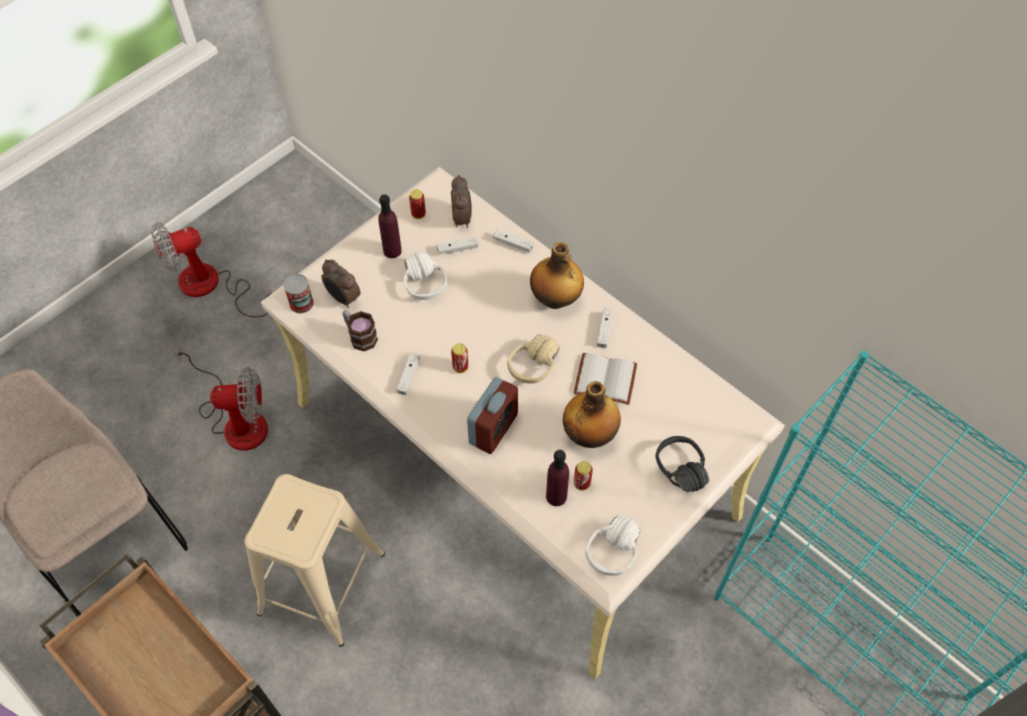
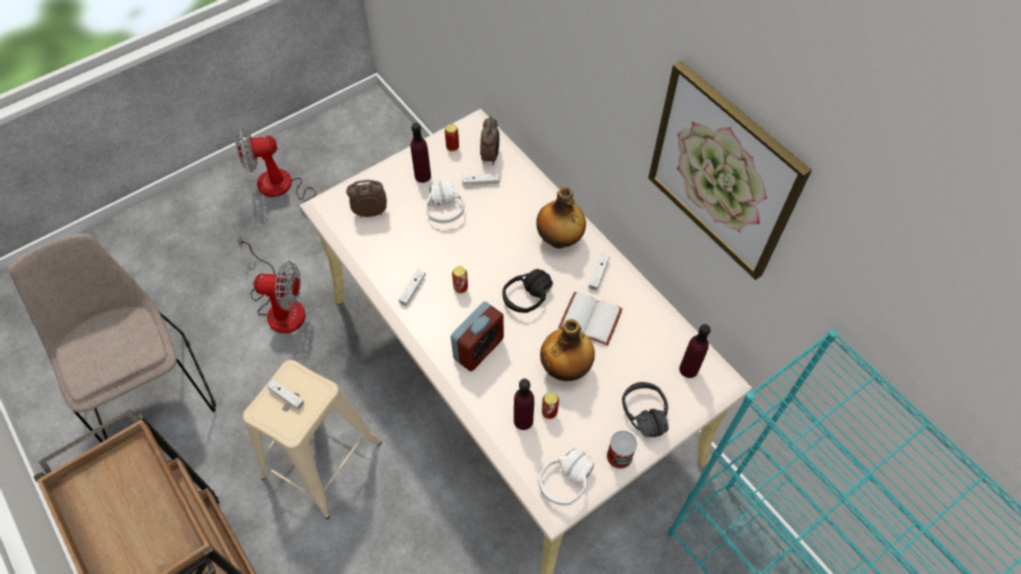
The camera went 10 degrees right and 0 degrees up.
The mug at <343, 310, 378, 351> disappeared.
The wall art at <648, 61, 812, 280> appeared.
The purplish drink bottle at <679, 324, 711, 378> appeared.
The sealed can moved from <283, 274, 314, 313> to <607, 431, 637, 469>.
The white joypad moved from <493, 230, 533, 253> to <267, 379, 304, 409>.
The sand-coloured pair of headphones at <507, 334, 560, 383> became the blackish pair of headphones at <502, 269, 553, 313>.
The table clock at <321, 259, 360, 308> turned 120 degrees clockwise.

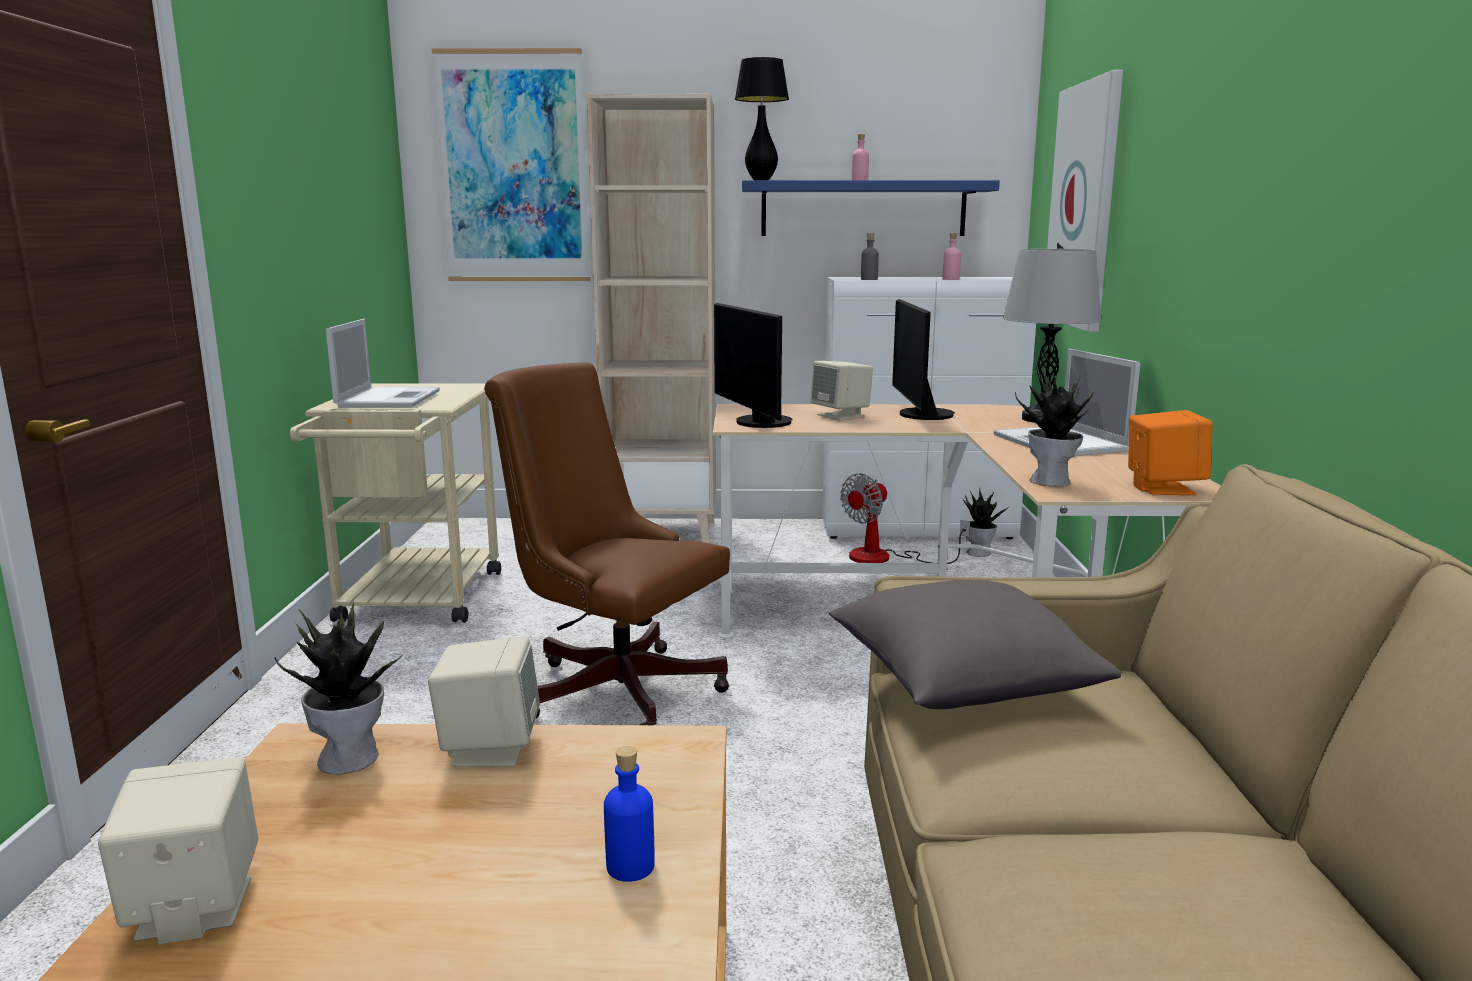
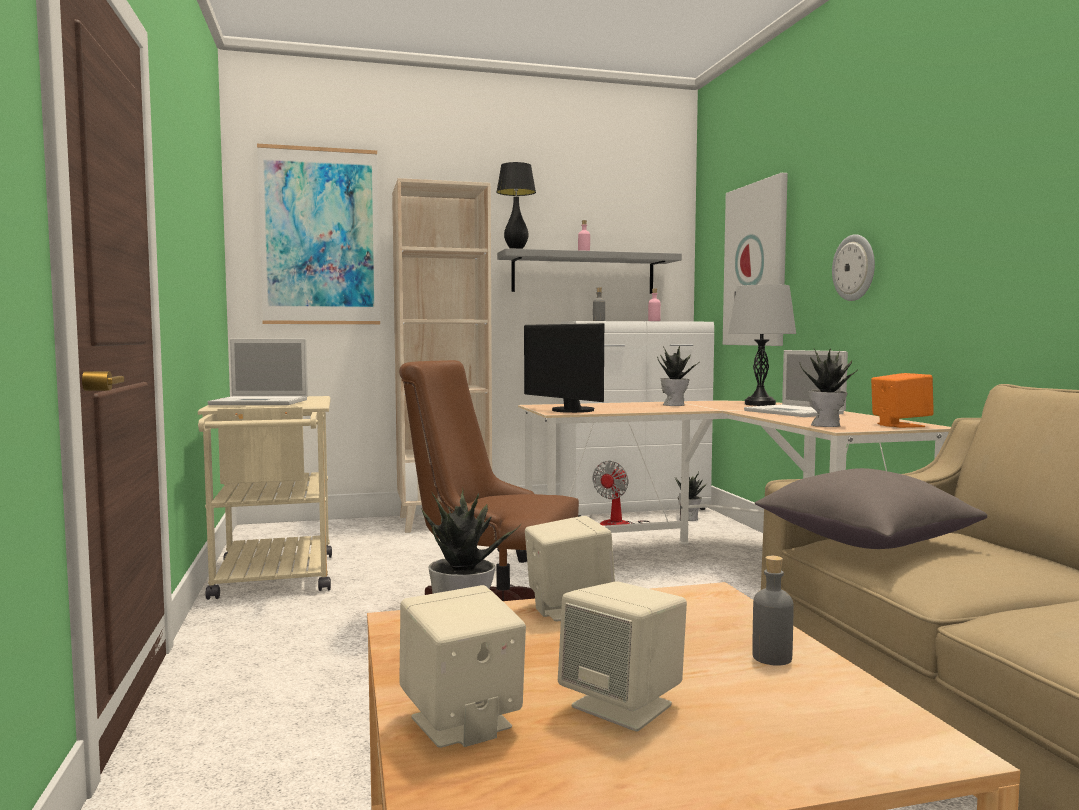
The camera went 15 degrees left and 10 degrees down.
The clock on the wall at <832, 234, 875, 301> appeared.
The sand-coloured loudspeaker moved from <810, 361, 873, 420> to <558, 581, 687, 732>.
The computer screen at <892, 299, 955, 420> was replaced by the houseplant at <657, 346, 698, 406>.
The blue drink bottle at <604, 746, 655, 882> became the grey drink bottle at <752, 556, 793, 666>.
The blue shelf at <742, 180, 1000, 236> became the grey shelf at <497, 248, 682, 294>.
The portable computer at <326, 319, 440, 408> turned 105 degrees clockwise.

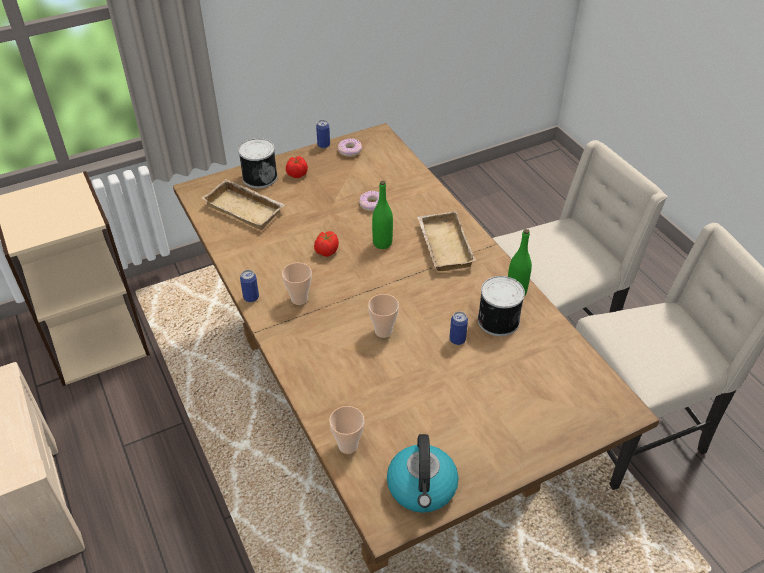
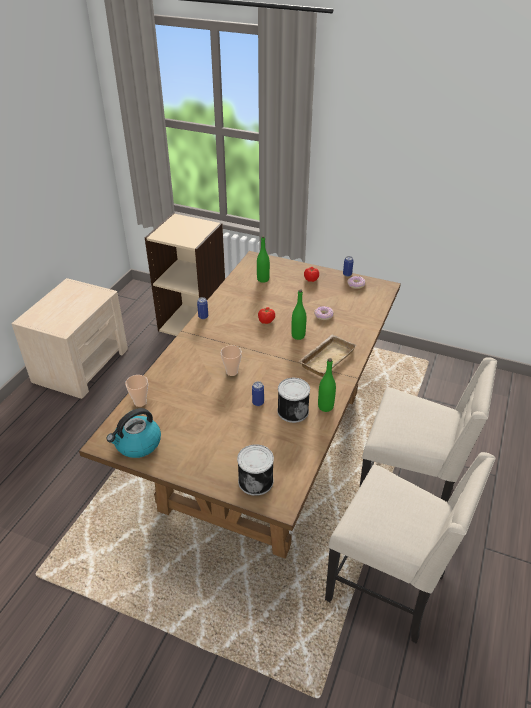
The camera went 50 degrees right and 5 degrees down.
The drinking cup at <282, 263, 312, 305> disappeared.
The sealed can moved from <238, 138, 278, 188> to <237, 444, 274, 496>.
The sand-coloured serving tray at <202, 179, 285, 230> was replaced by the green-coloured drink bottle at <257, 236, 270, 283>.

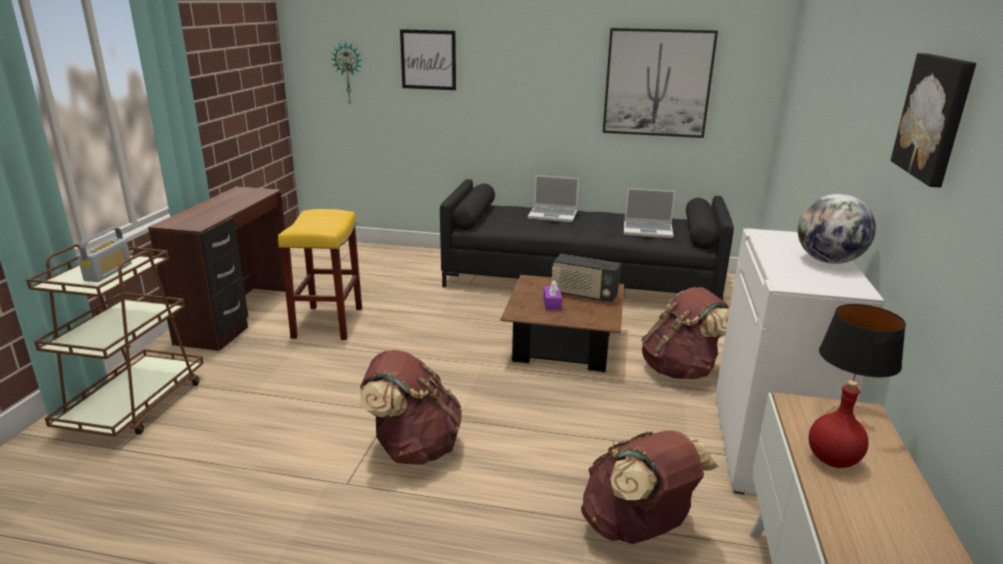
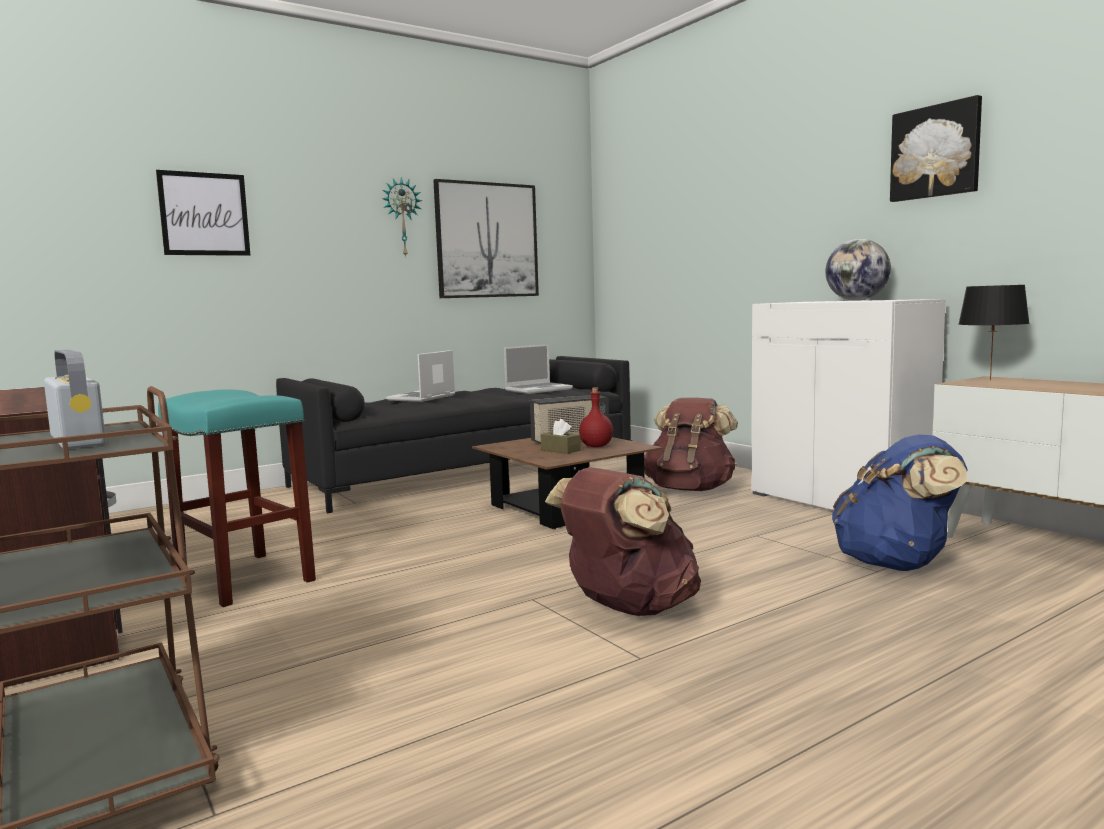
The camera went 45 degrees left and 15 degrees down.
The clock on the wall moved from <331, 41, 362, 104> to <382, 177, 422, 258>.
The red-coloured drink bottle moved from <808, 380, 869, 468> to <579, 387, 613, 447>.
The yellowish stool seat at <278, 209, 362, 340> became the blue-green stool seat at <158, 390, 316, 607>.
The purplish tissue box at <543, 280, 562, 310> became the brownish tissue box at <540, 419, 581, 454>.
The brownish rucksack at <581, 430, 718, 544> became the blue rucksack at <832, 435, 968, 571>.
The portable computer at <528, 175, 579, 222> turned 150 degrees clockwise.

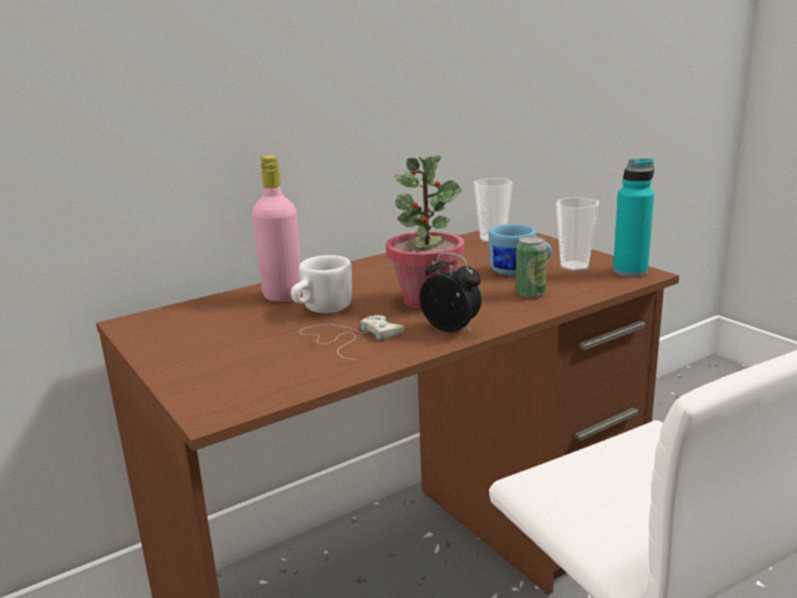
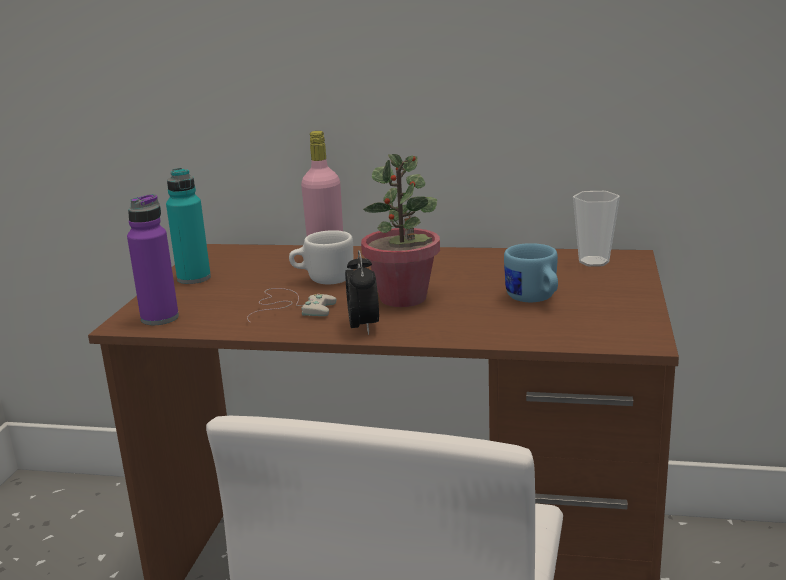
The camera went 45 degrees right and 0 degrees up.
The sealed can at <516, 236, 547, 298> disappeared.
The drinking cup at <556, 197, 599, 271> disappeared.
The purplish drink bottle at <127, 194, 179, 325> appeared.
The blue-green drink bottle moved from <613, 158, 654, 277> to <166, 168, 211, 284>.

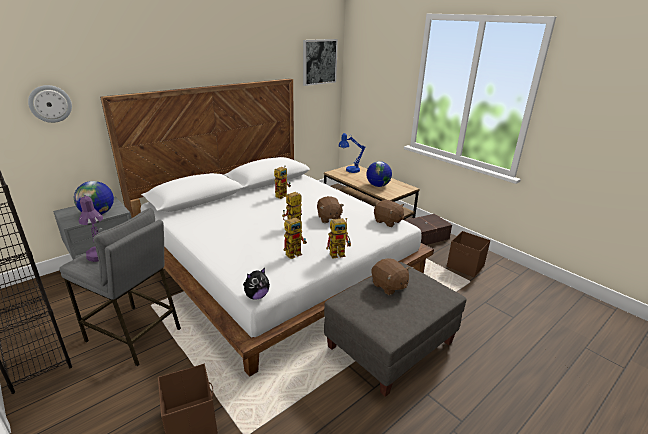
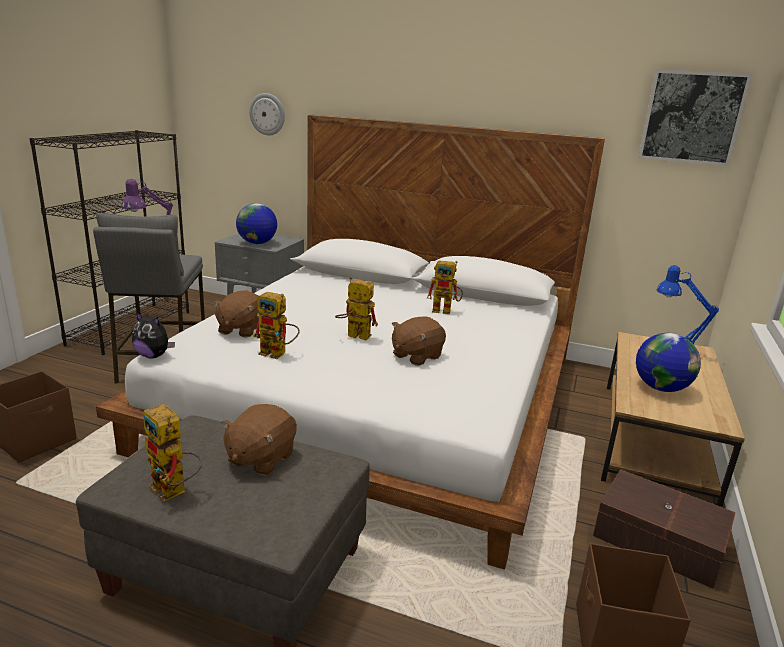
The camera went 60 degrees right and 5 degrees down.
The model robot moved from <326, 218, 351, 259> to <143, 404, 202, 502>.
The brownish soft toy moved from <374, 200, 404, 227> to <213, 290, 259, 338>.

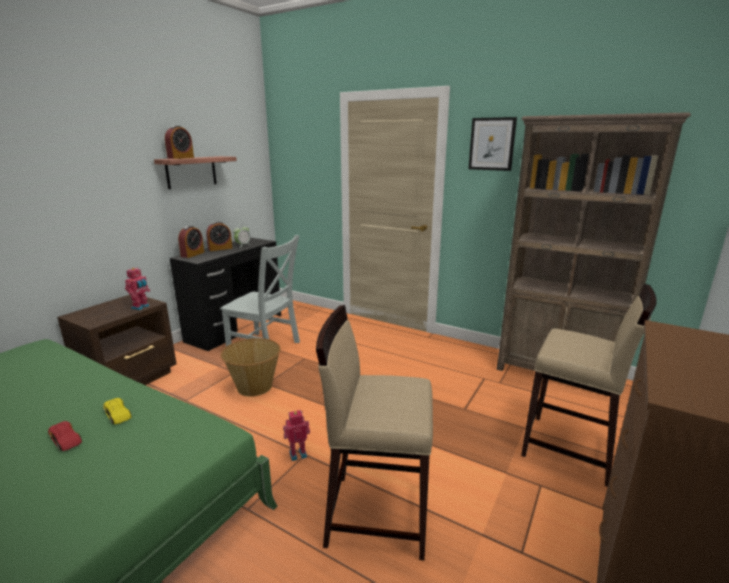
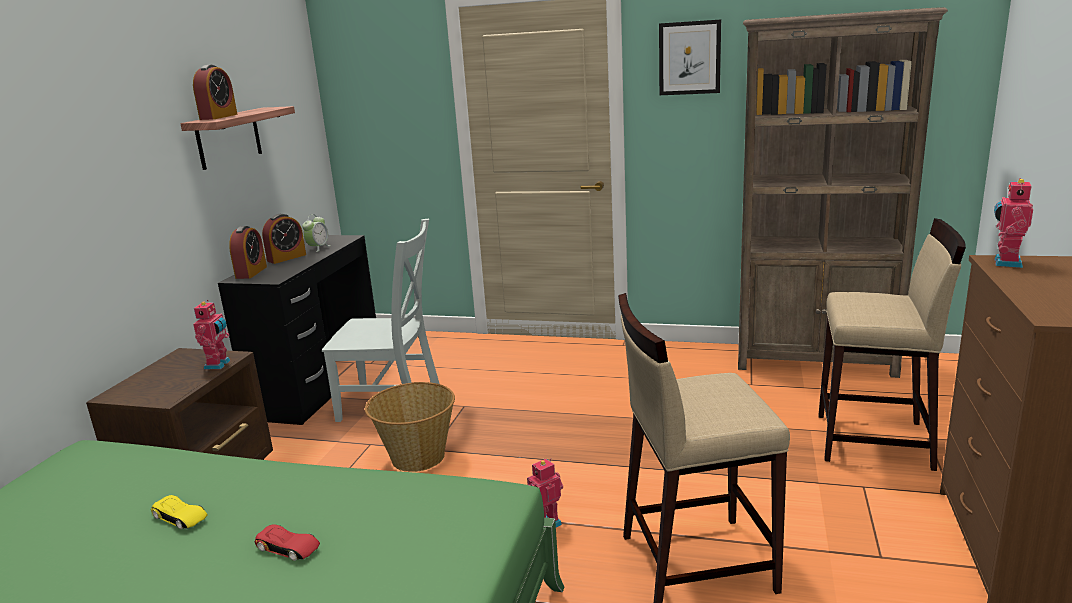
The camera went 15 degrees left and 0 degrees up.
The model robot at <994, 178, 1033, 268> appeared.
The yellowish miniature car moved from <103, 398, 132, 425> to <151, 495, 208, 529>.

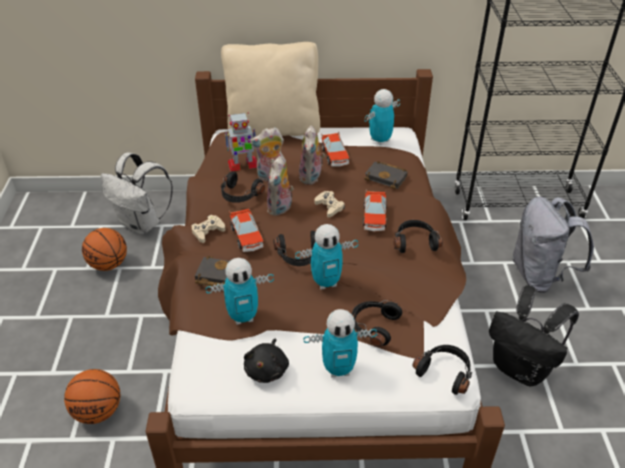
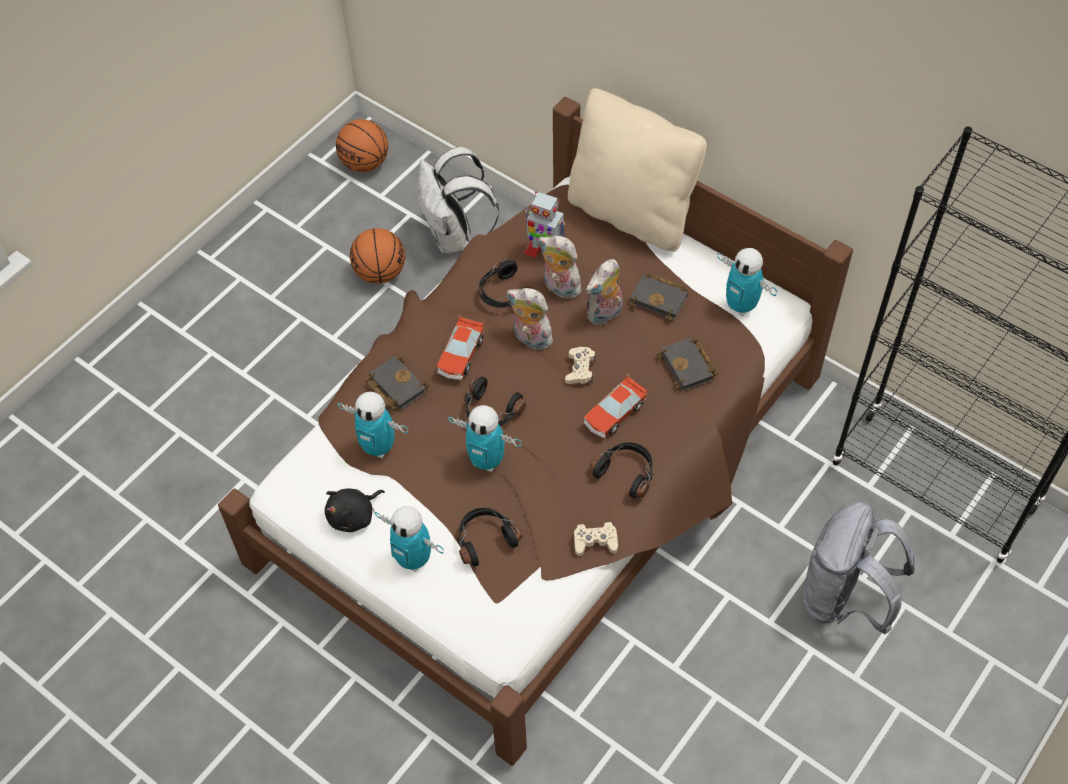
The camera went 40 degrees right and 15 degrees up.
The blackish pair of headphones at <412, 345, 472, 395> disappeared.
The blackish rucksack at <489, 286, 579, 387> disappeared.
The basketball ball moved from <64, 369, 120, 424> to <336, 119, 388, 172>.
The sand-coloured joypad moved from <191, 215, 225, 243> to <574, 522, 618, 556>.
The miniature car at <321, 131, 350, 166> was replaced by the blackish volume at <629, 273, 688, 321>.
The soft toy at <267, 156, 294, 216> turned 60 degrees clockwise.
The model robot at <364, 89, 400, 145> turned 135 degrees counterclockwise.

